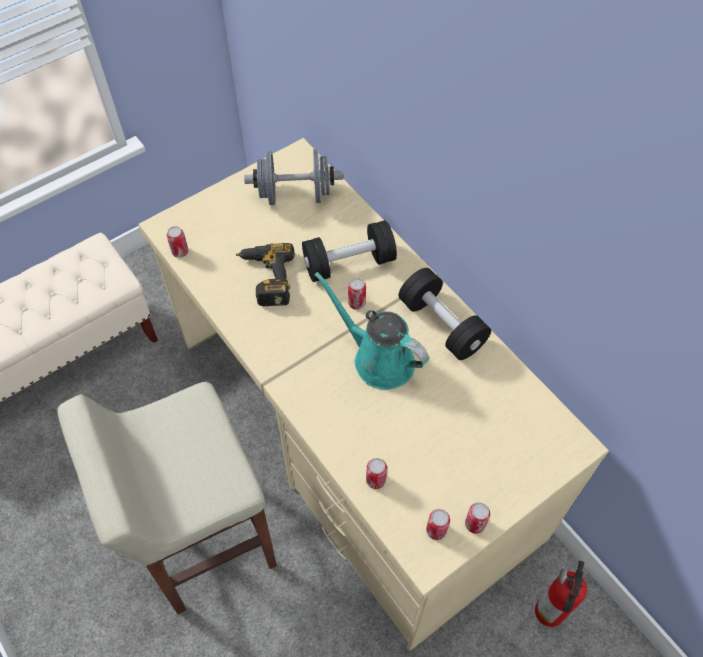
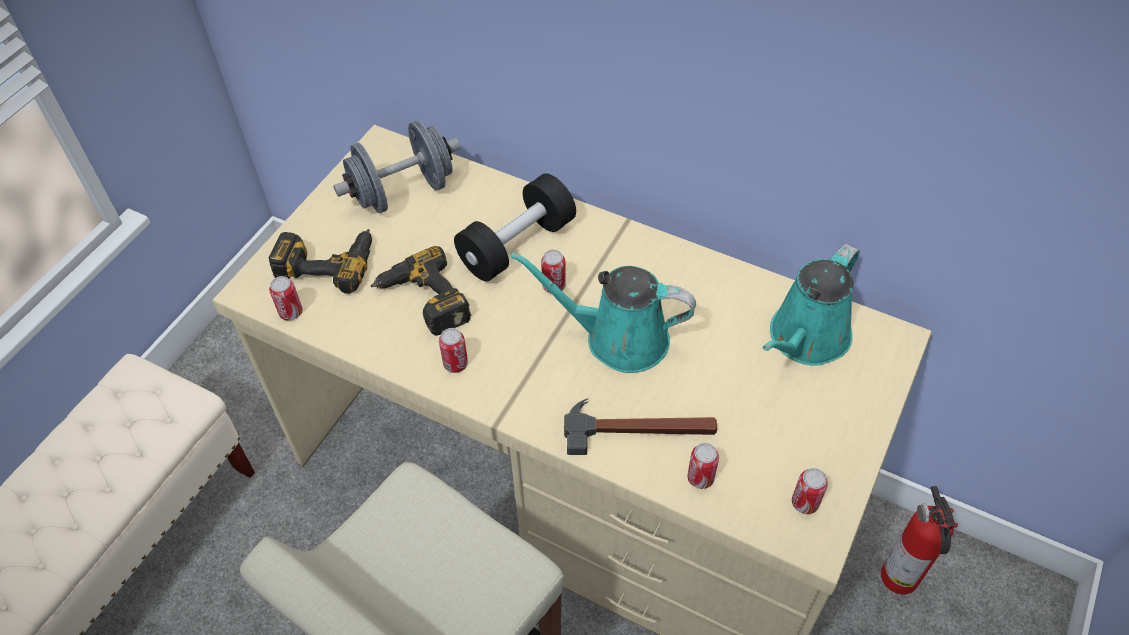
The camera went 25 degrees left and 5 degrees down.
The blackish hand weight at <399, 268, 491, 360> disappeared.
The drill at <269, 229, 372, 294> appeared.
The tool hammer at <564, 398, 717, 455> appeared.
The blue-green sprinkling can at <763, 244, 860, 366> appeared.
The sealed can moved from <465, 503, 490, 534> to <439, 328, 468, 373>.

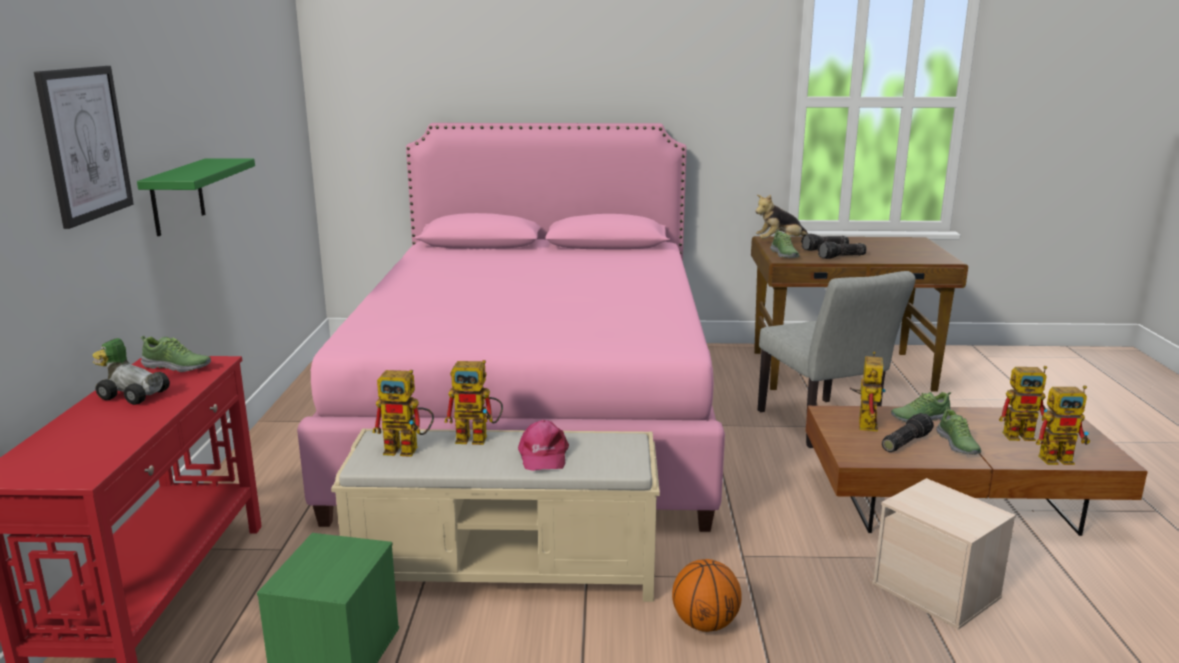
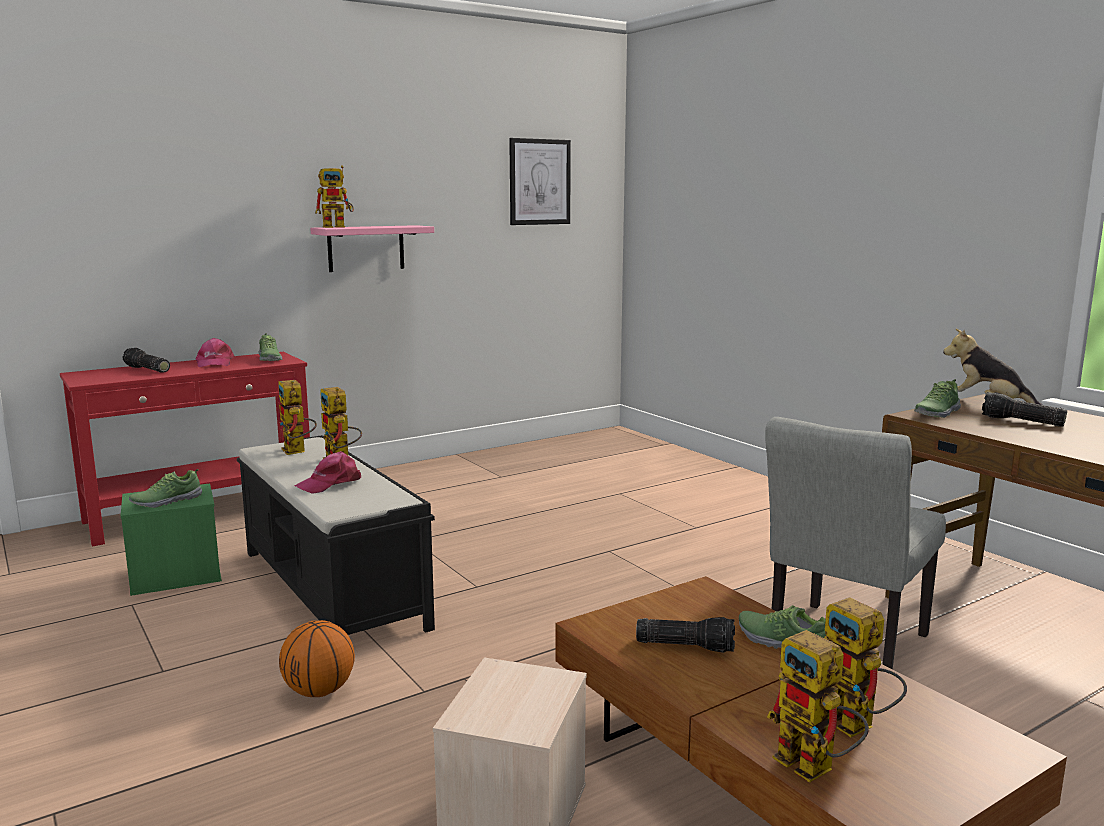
The camera went 55 degrees right and 5 degrees down.
The pink bed at <297, 123, 725, 532> disappeared.
The wall art moved from <34, 66, 134, 229> to <509, 138, 571, 225>.
The torch moved from <818, 241, 867, 259> to <123, 348, 170, 373>.
The model robot moved from <850, 351, 886, 432> to <315, 165, 354, 228>.
The low shoe moved from <936, 407, 981, 455> to <129, 469, 202, 508>.
The miniature car at <93, 338, 170, 405> was replaced by the pink peaked cap at <196, 338, 234, 367>.
The green-coloured shelf at <137, 158, 255, 236> became the pink shelf at <310, 225, 434, 272>.
The sand-coloured long seat at <331, 429, 660, 602> became the blackish long seat at <237, 435, 435, 635>.

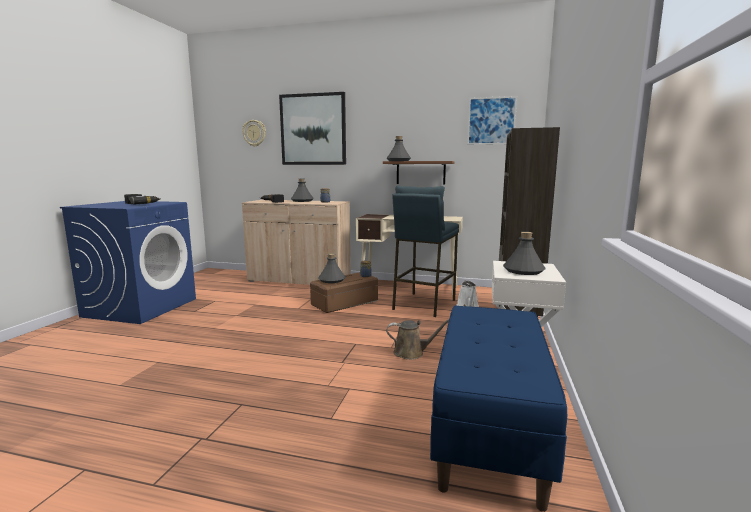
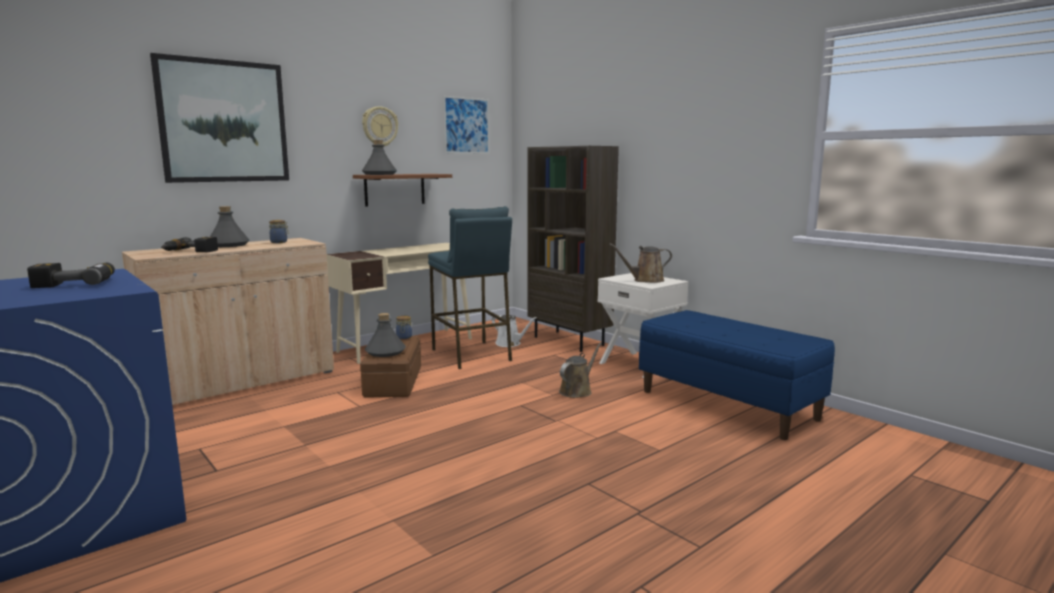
The camera went 55 degrees left and 0 degrees up.
The clock on the wall moved from <242, 120, 266, 147> to <362, 106, 398, 146>.
The grey drink bottle at <503, 232, 545, 275> was replaced by the brownish sprinkling can at <609, 243, 672, 283>.

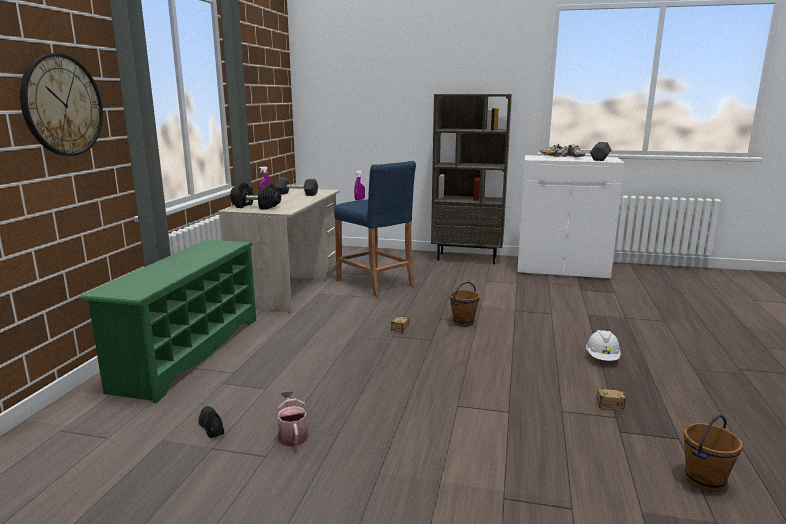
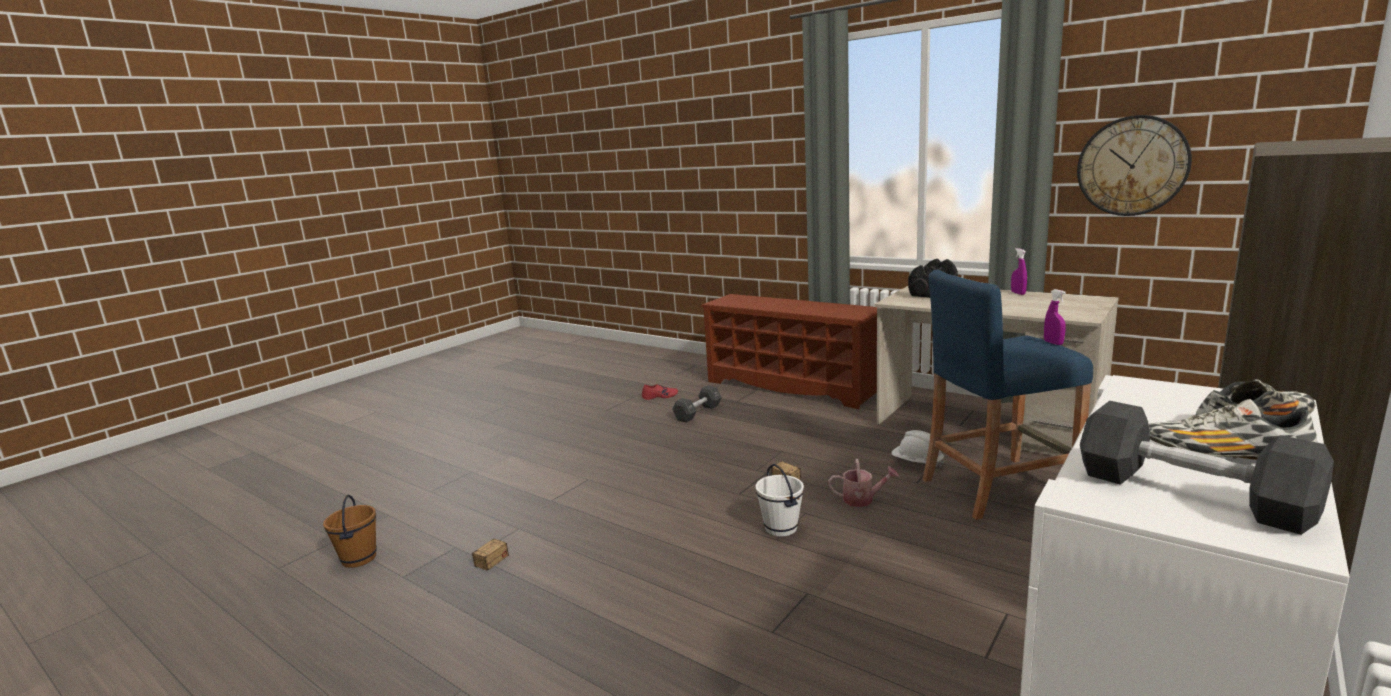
The camera went 115 degrees right and 0 degrees up.
The clock on the wall moved from <20, 53, 103, 156> to <1077, 115, 1192, 216>.
The blackish hand weight moved from <275, 178, 318, 196> to <672, 385, 722, 423>.
The sprinkling can moved from <275, 391, 308, 446> to <828, 459, 899, 507>.
The white safety helmet moved from <586, 330, 621, 361> to <892, 430, 944, 468>.
The green-coloured shoe rack at <79, 240, 256, 403> became the brownish shoe rack at <700, 294, 877, 409>.
The blackish low shoe at <198, 406, 224, 438> became the red-coloured low shoe at <642, 384, 678, 400>.
The brownish pail at <450, 282, 480, 327> became the white pail at <755, 464, 804, 537>.

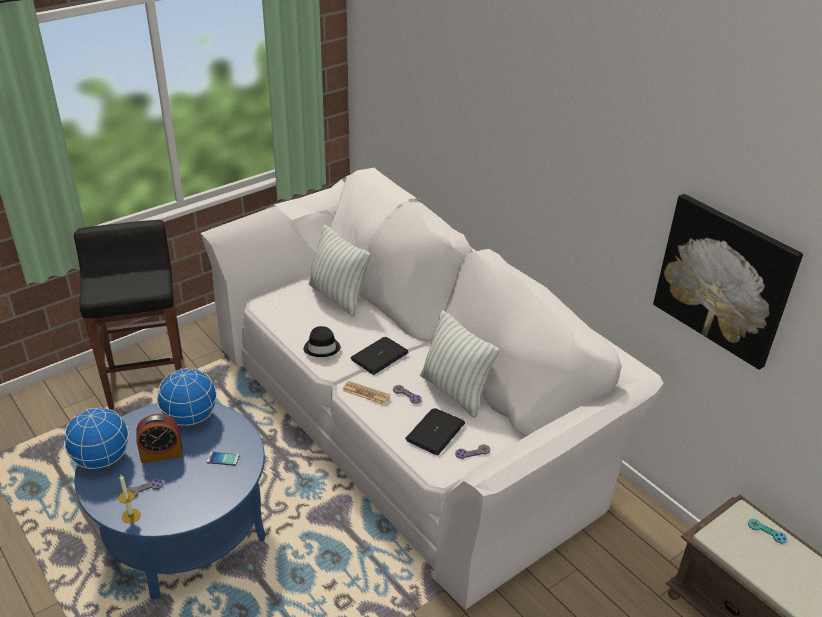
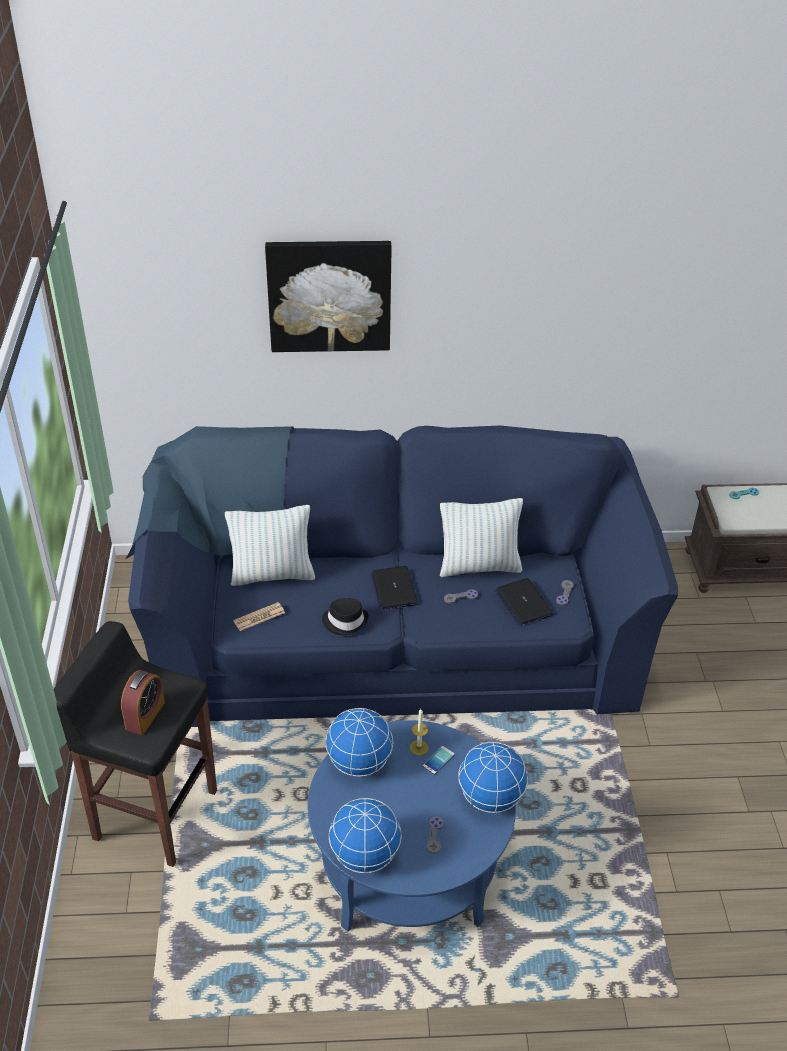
The camera went 55 degrees left and 5 degrees up.
The globe at <458, 742, 528, 813> appeared.
The wax candle moved from <118, 475, 141, 524> to <410, 709, 428, 756>.
The table clock moved from <136, 414, 183, 463> to <121, 670, 165, 735>.
The printed paper moved from <342, 381, 390, 404> to <233, 602, 285, 631>.
The wall art moved from <653, 194, 803, 370> to <265, 241, 392, 352>.
The white settee at <201, 168, 664, 610> became the blue settee at <126, 426, 678, 727>.

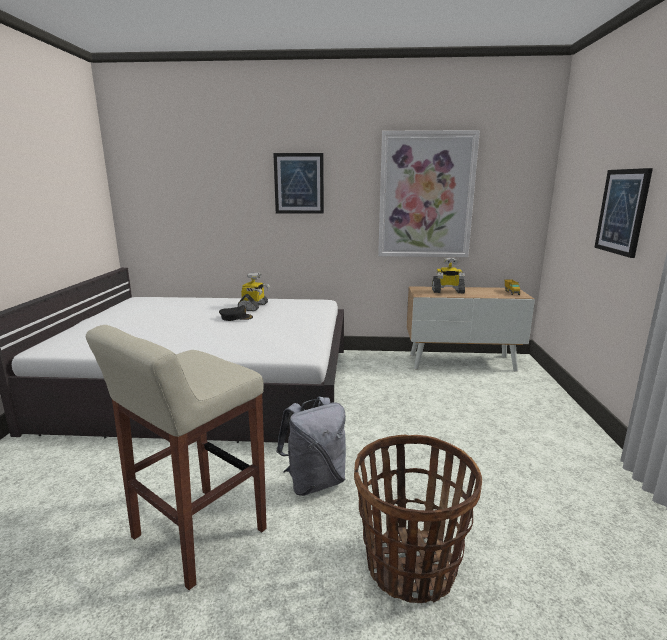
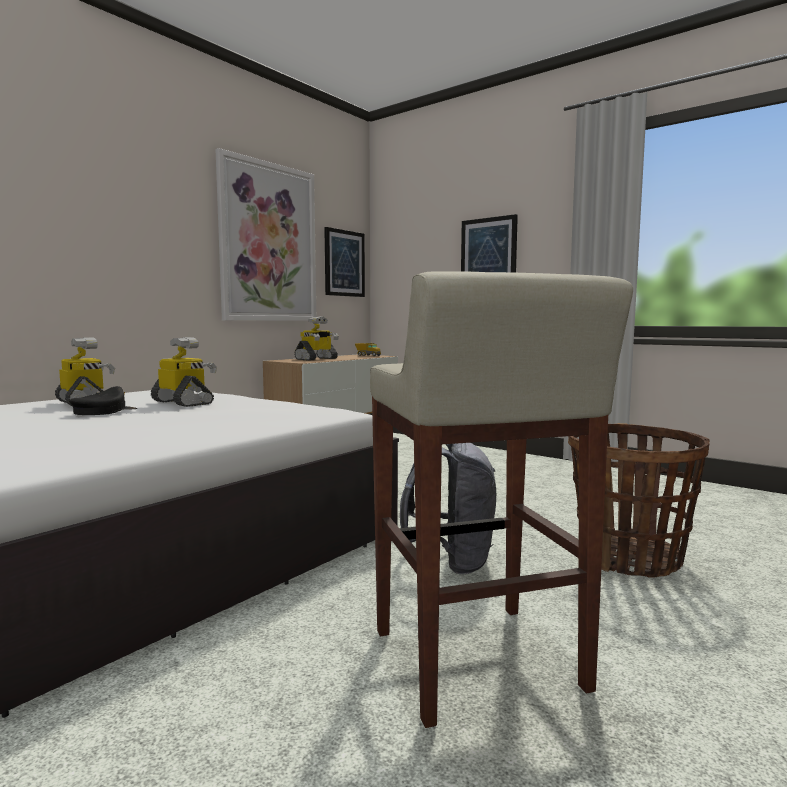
The camera went 55 degrees left and 10 degrees down.
The model robot at <151, 337, 217, 407> appeared.
The wall art moved from <273, 153, 324, 214> to <324, 227, 365, 297>.

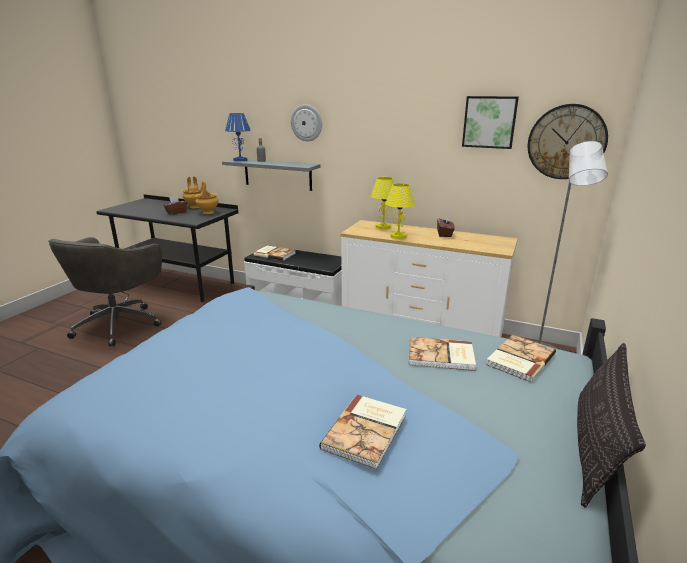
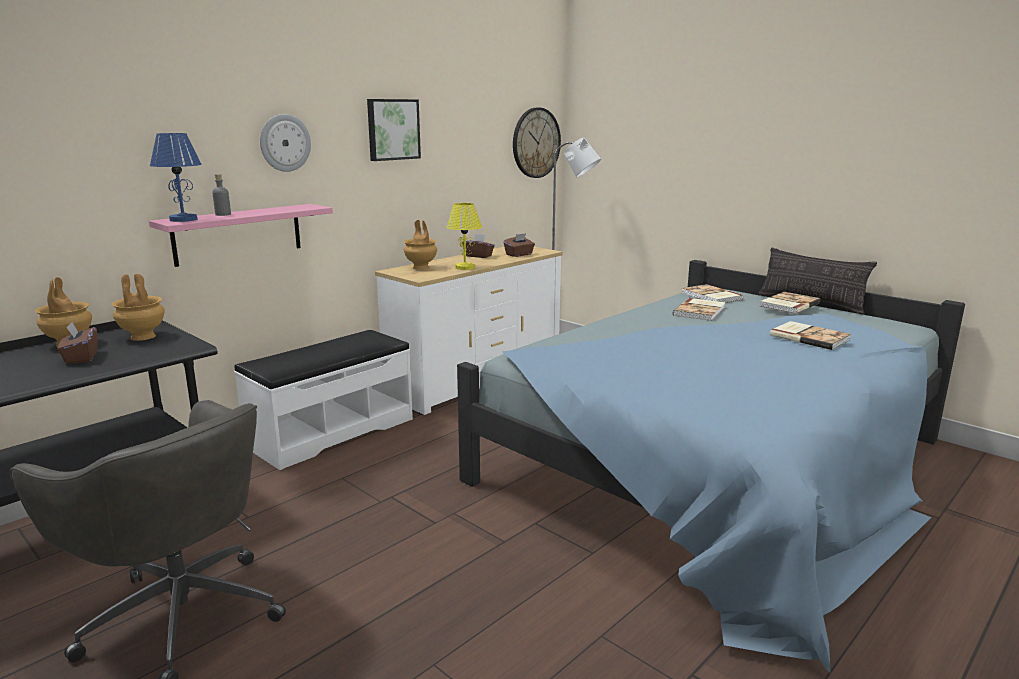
The camera went 70 degrees left and 5 degrees down.
The brownish tissue box at <503, 233, 535, 257> appeared.
The volume moved from <253, 245, 295, 261> to <760, 292, 821, 314>.
The wall art moved from <462, 96, 519, 149> to <367, 99, 421, 161>.
The yellowish table lamp at <371, 177, 395, 229> was replaced by the brownish vase at <404, 220, 437, 270>.
The grey shelf at <222, 159, 321, 191> became the pink shelf at <149, 204, 333, 267>.

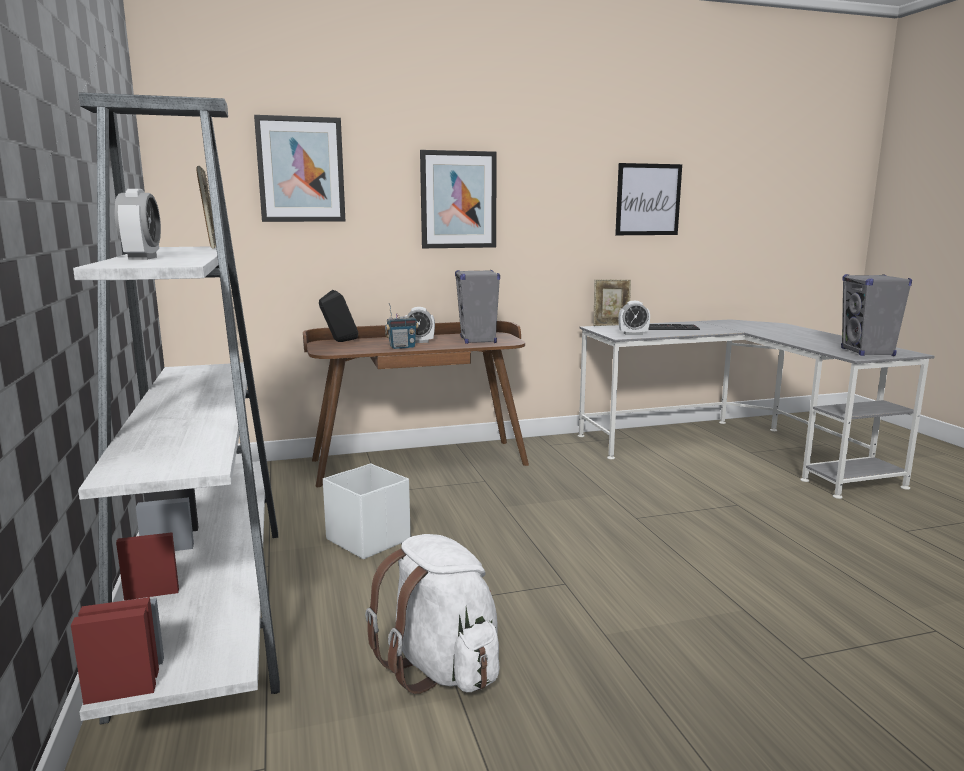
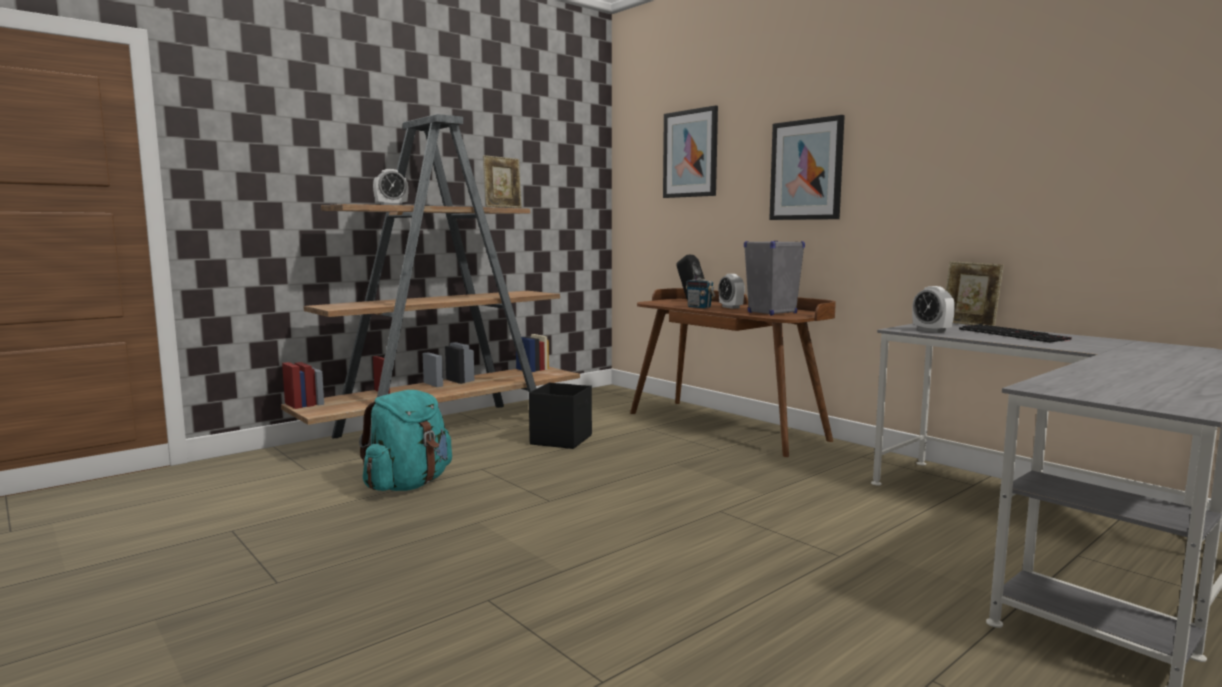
The camera went 65 degrees right and 5 degrees down.
The wall art at <615, 163, 682, 235> disappeared.
The grey loudspeaker at <841, 274, 912, 356> disappeared.
The white bookshelf at <71, 92, 280, 724> became the brownish bookshelf at <281, 114, 580, 445>.
The white storage container at <323, 464, 411, 559> became the blackish storage container at <529, 383, 592, 449>.
The white rucksack at <365, 534, 500, 694> became the blue-green rucksack at <359, 390, 452, 491>.

